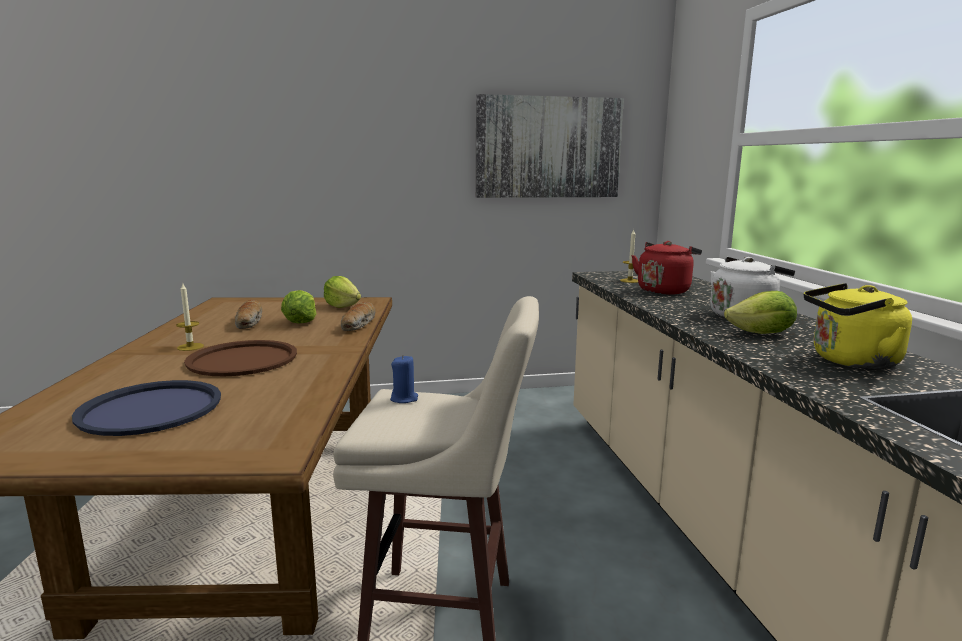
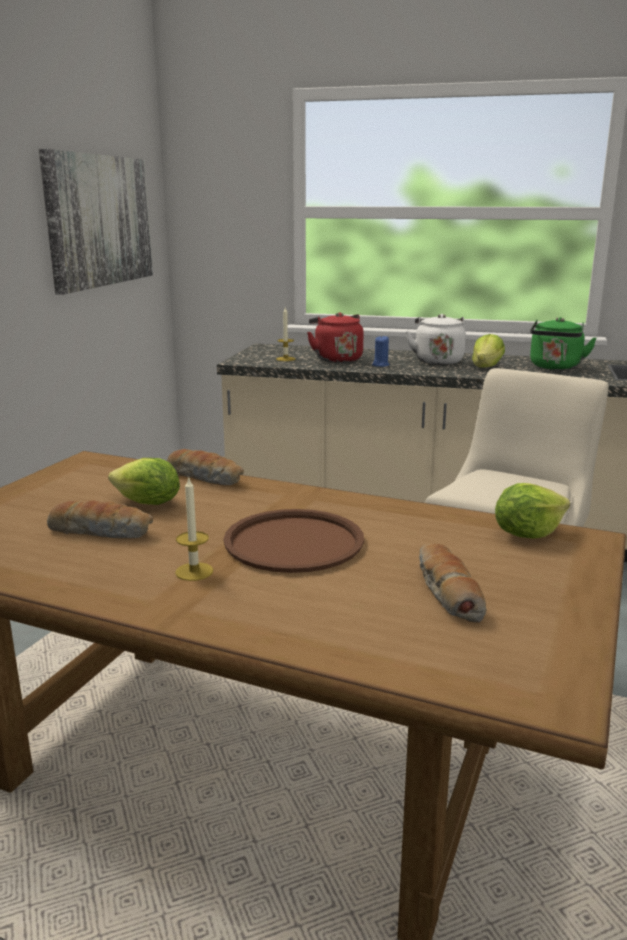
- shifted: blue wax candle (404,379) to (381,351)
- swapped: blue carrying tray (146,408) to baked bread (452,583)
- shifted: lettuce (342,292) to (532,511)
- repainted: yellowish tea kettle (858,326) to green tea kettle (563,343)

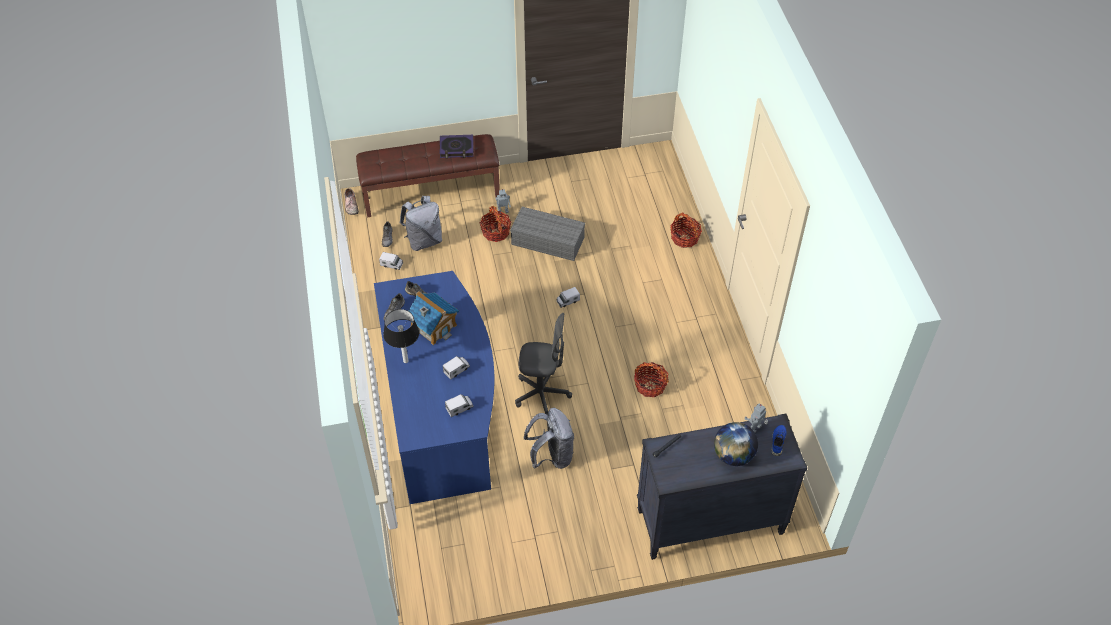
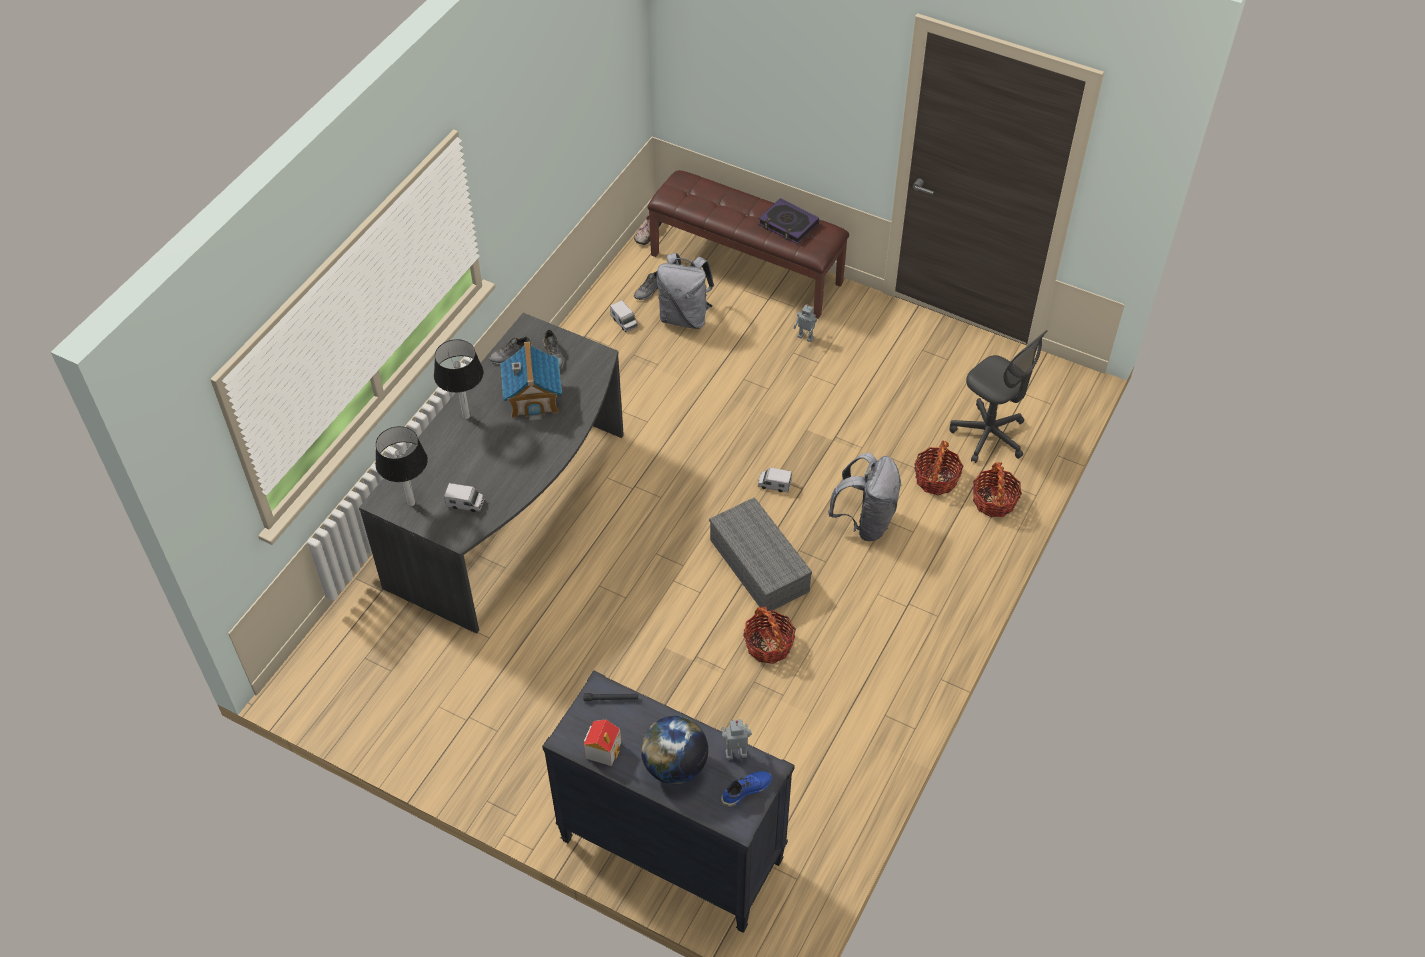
- repainted: blue desk unit (434,387) to gray desk unit (491,473)
- new: table lamp (401,466)
- new: model house (602,742)
- shifted: gray storage box (547,234) to (760,554)
- shifted: gray knapsack (549,438) to (865,497)
- shifted: storage basket (495,224) to (938,468)
- shifted: gray computer chair (543,363) to (998,396)
- gone: model truck (456,368)

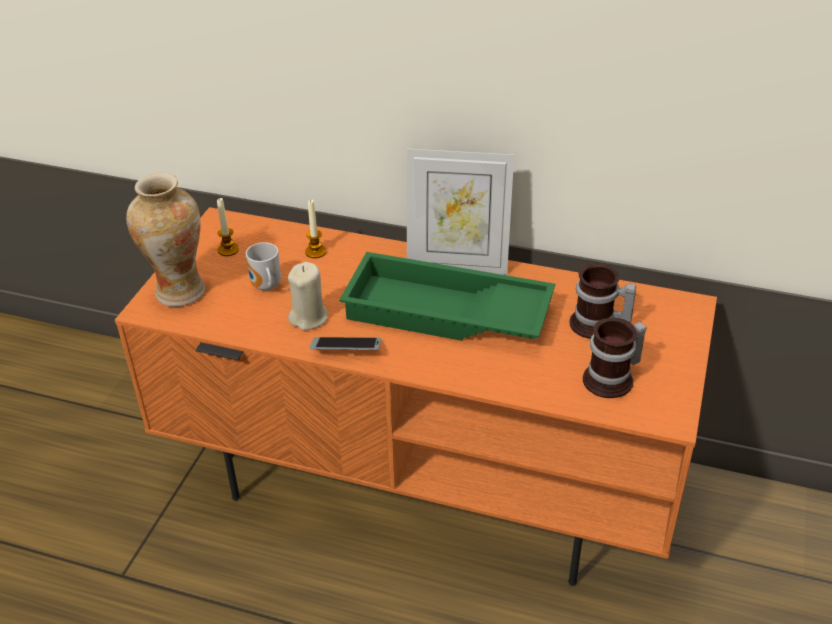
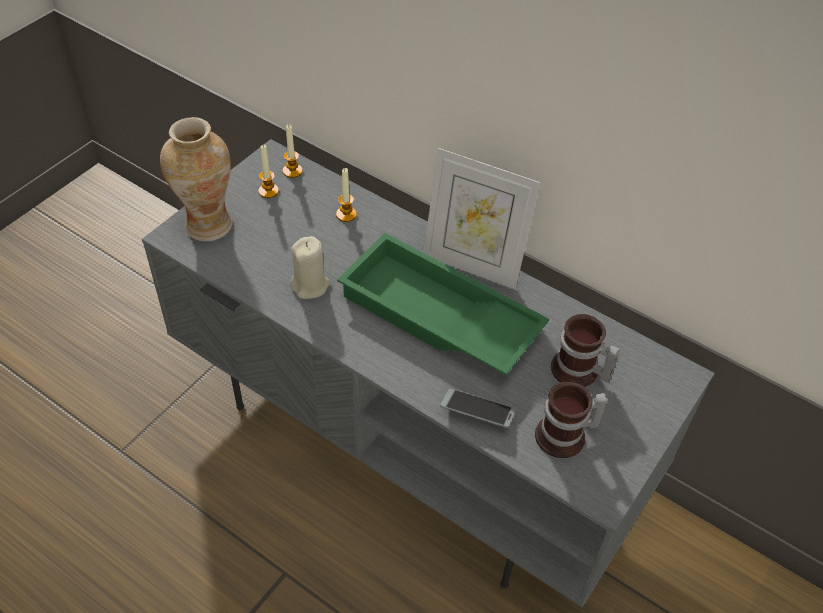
- repainted: orange-coloured media console (416,396) to gray media console (428,373)
- new: wax candle (293,151)
- shifted: phone (345,343) to (478,408)
- gone: coffee mug (263,266)

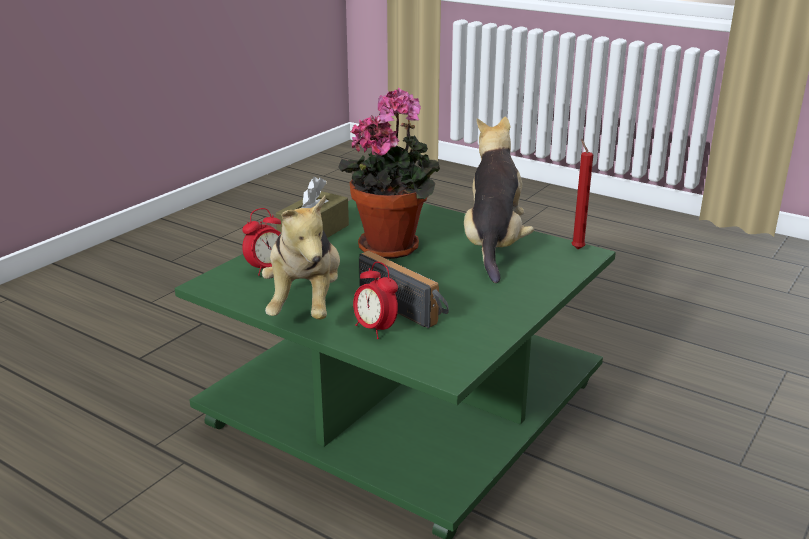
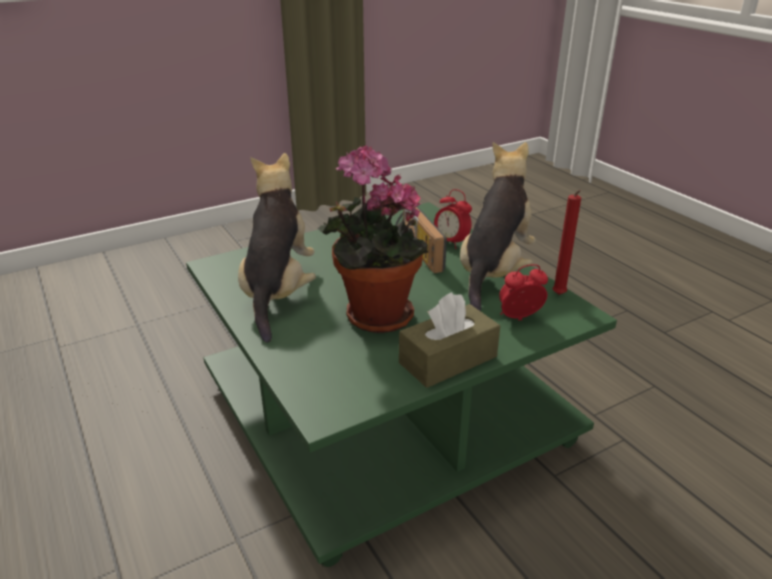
- rotated: plush toy (499,199) = (277,248) 150 degrees clockwise
- rotated: alarm clock (375,300) = (453,219) 150 degrees clockwise
- shifted: reddish wax candle (582,194) to (566,242)

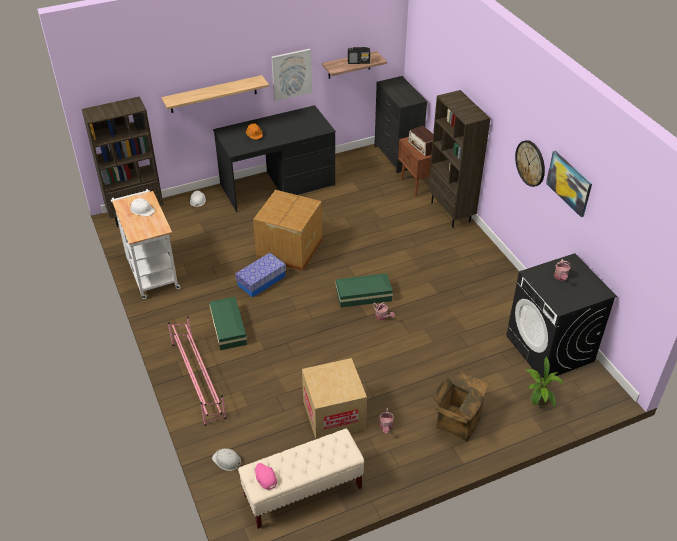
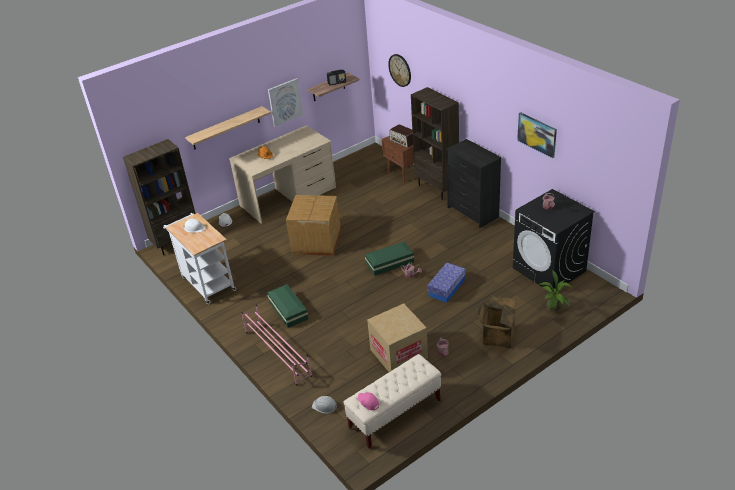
- repainted: blackish desk unit (274,158) to beige desk unit (282,174)
- shifted: hanging clock (530,163) to (399,70)
- shifted: storage box (260,275) to (446,282)
- shifted: blackish drawer chest (400,124) to (474,183)

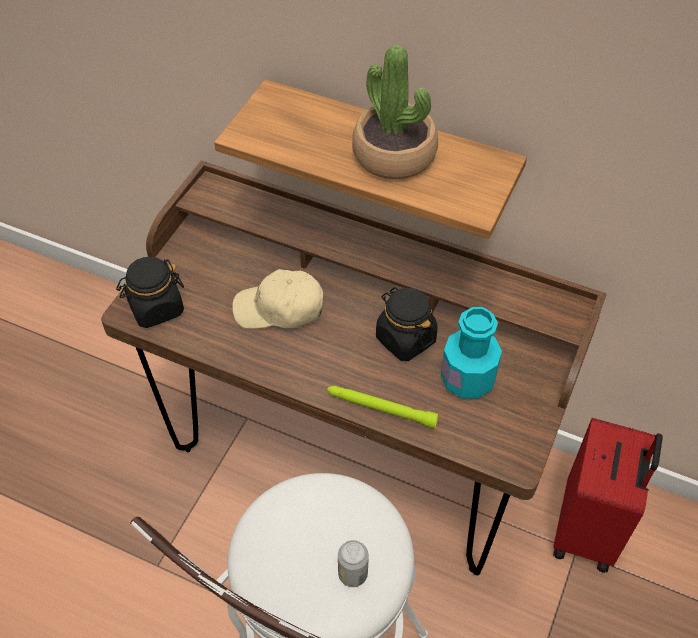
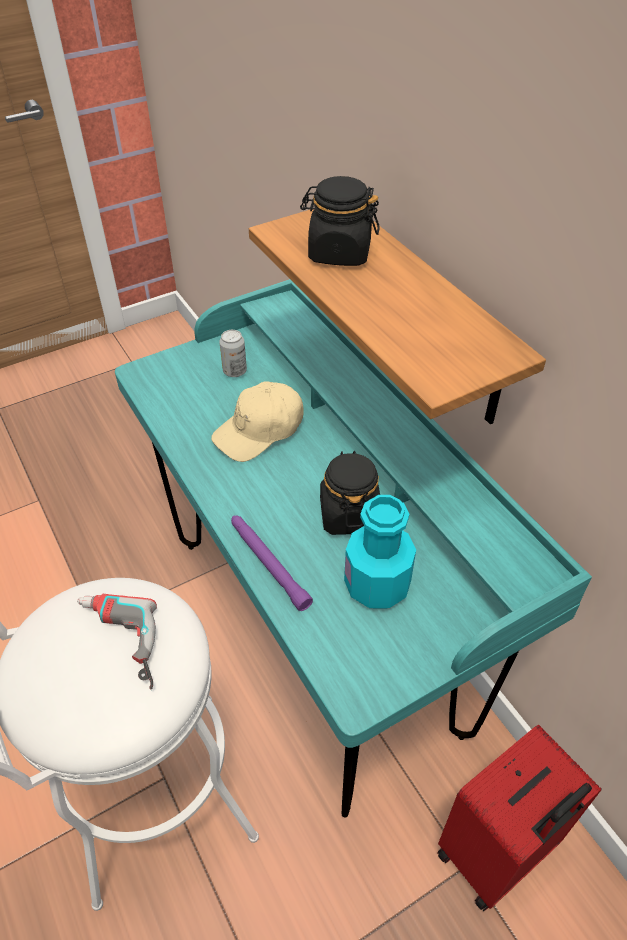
- new: power drill (117,642)
- repainted: brown-coloured desk unit (354,367) to blue-green desk unit (353,548)
- rotated: beige peaked cap (277,299) = (257,421) 75 degrees counterclockwise
- shifted: sealed can (353,563) to (233,353)
- repainted: green hand torch (383,407) to purple hand torch (272,563)
- shifted: blackish preserve jar (150,292) to (340,221)
- gone: plant in a pot (395,112)

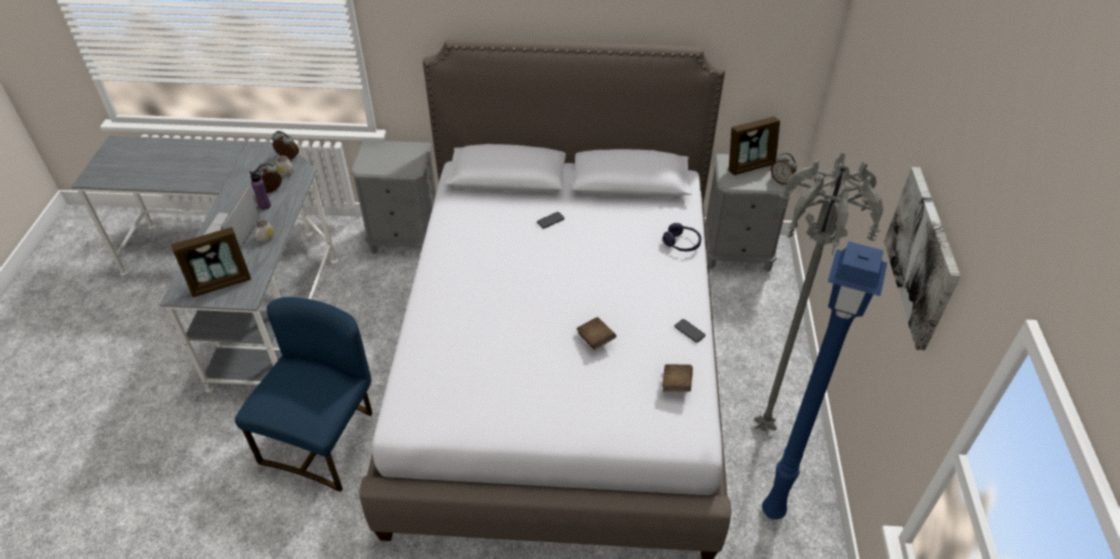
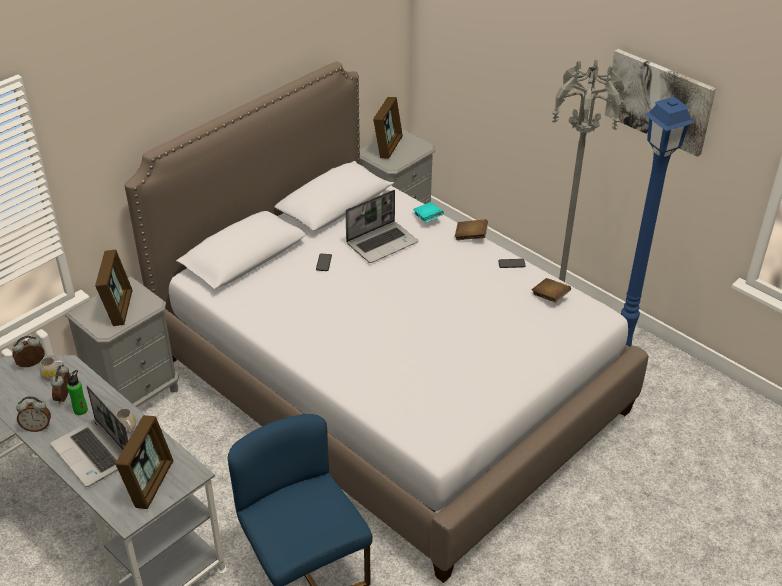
- shifted: alarm clock (784,169) to (33,414)
- repainted: purple drink bottle (260,190) to green drink bottle (77,392)
- new: photo frame (114,287)
- new: notebook computer (381,226)
- swapped: purple headphones (682,237) to blue-green bound book (428,212)
- shifted: brown-coloured bound book (596,333) to (471,229)

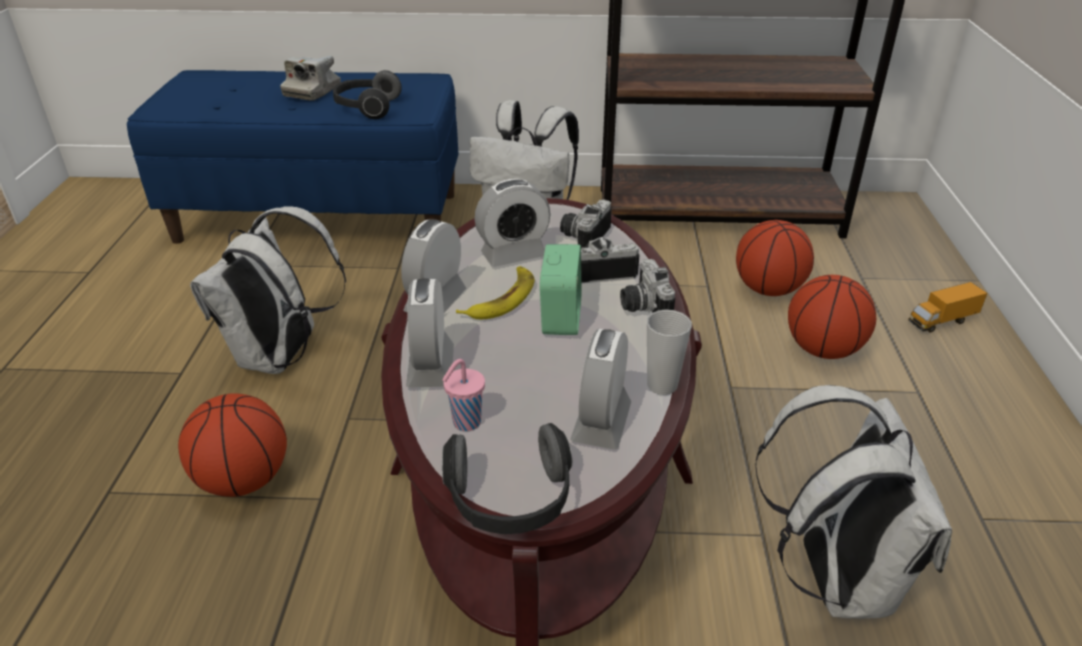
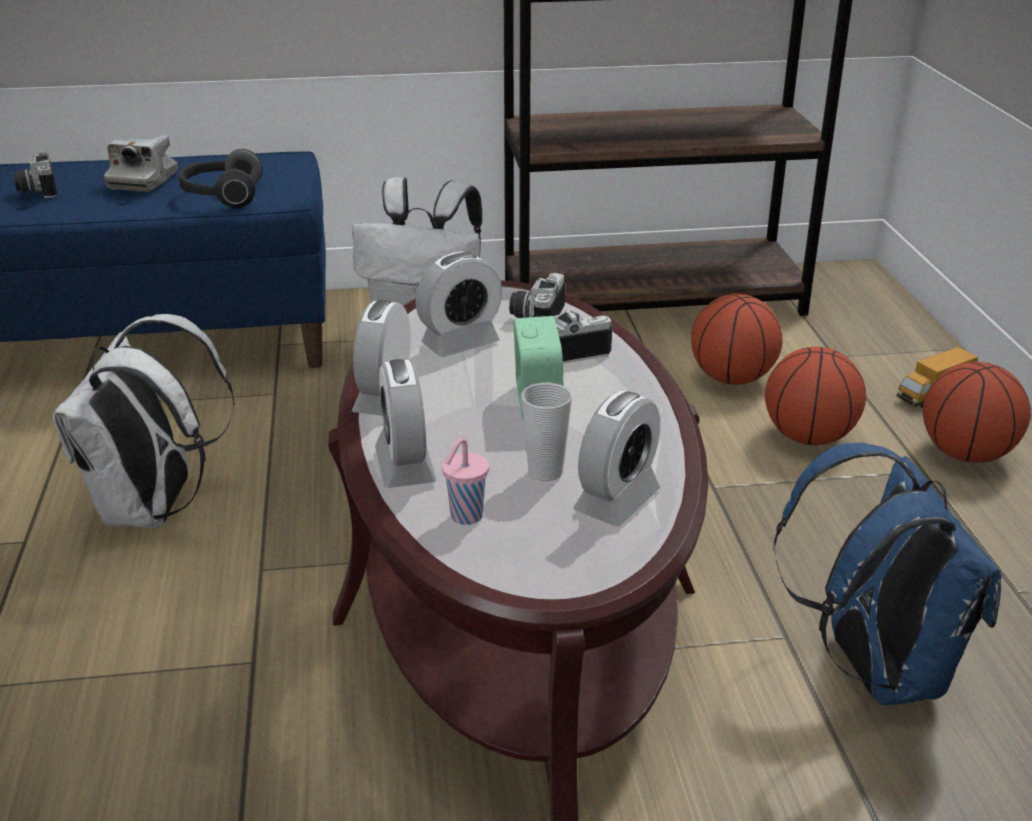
- shifted: still camera (647,286) to (35,175)
- shifted: cup (669,352) to (546,432)
- rotated: alarm clock (600,389) = (616,459) 150 degrees counterclockwise
- repainted: white-coloured knapsack (853,502) to blue knapsack (887,574)
- shifted: basketball (232,445) to (977,412)
- gone: headphones (507,478)
- gone: banana (495,292)

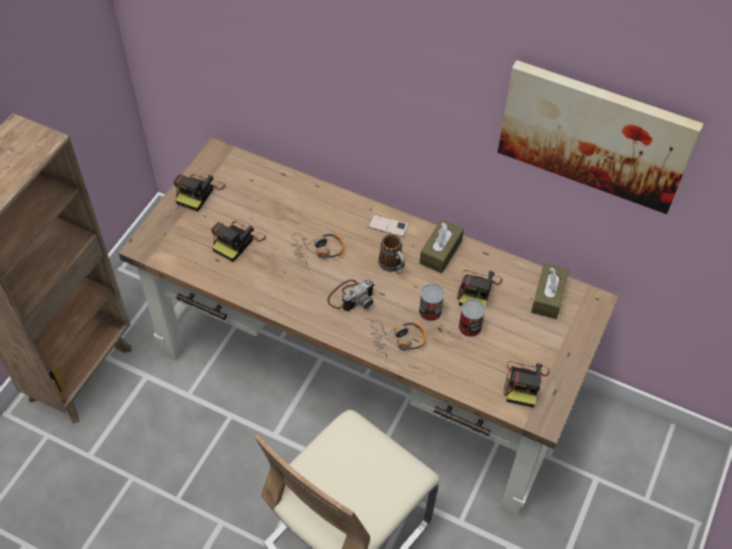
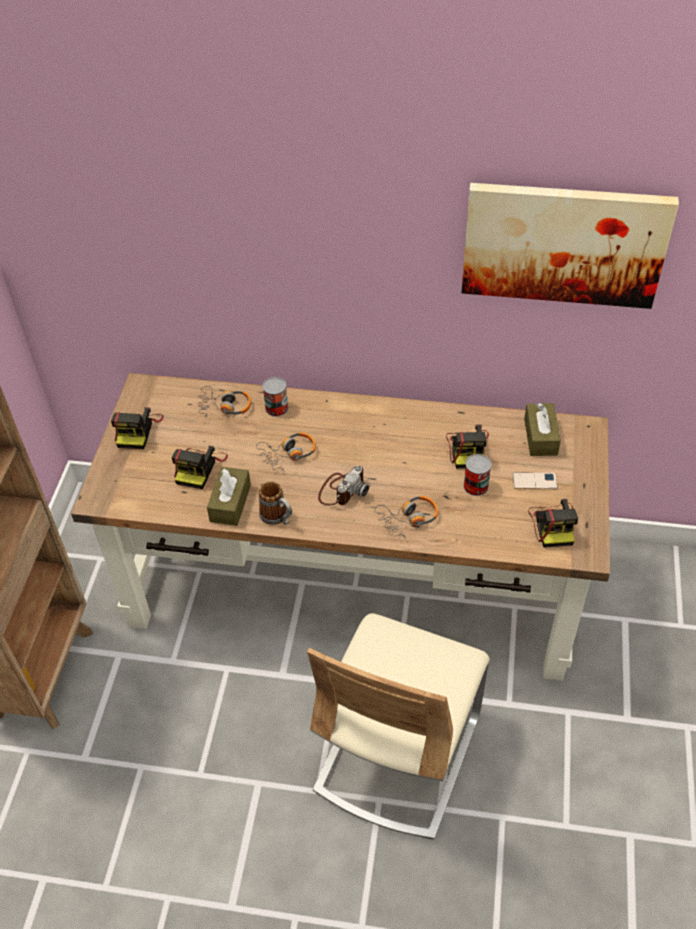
- new: headphones (224,402)
- shifted: brown-coloured tissue box (442,246) to (229,496)
- shifted: coffee mug (391,254) to (275,503)
- shifted: sealed can (431,302) to (275,397)
- shifted: phone (388,225) to (535,480)

